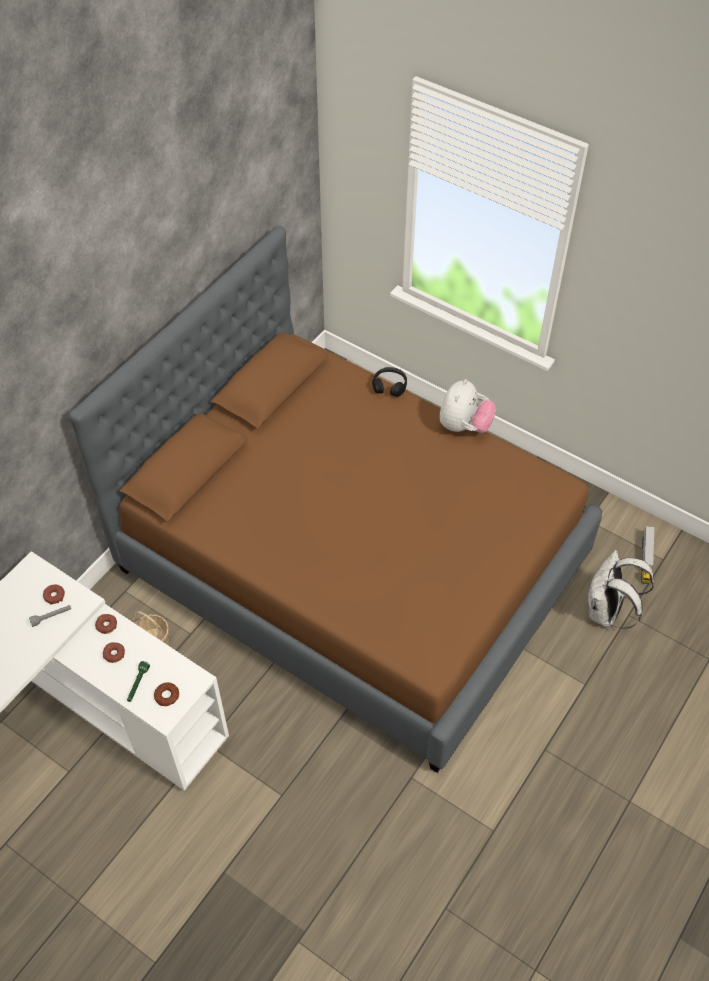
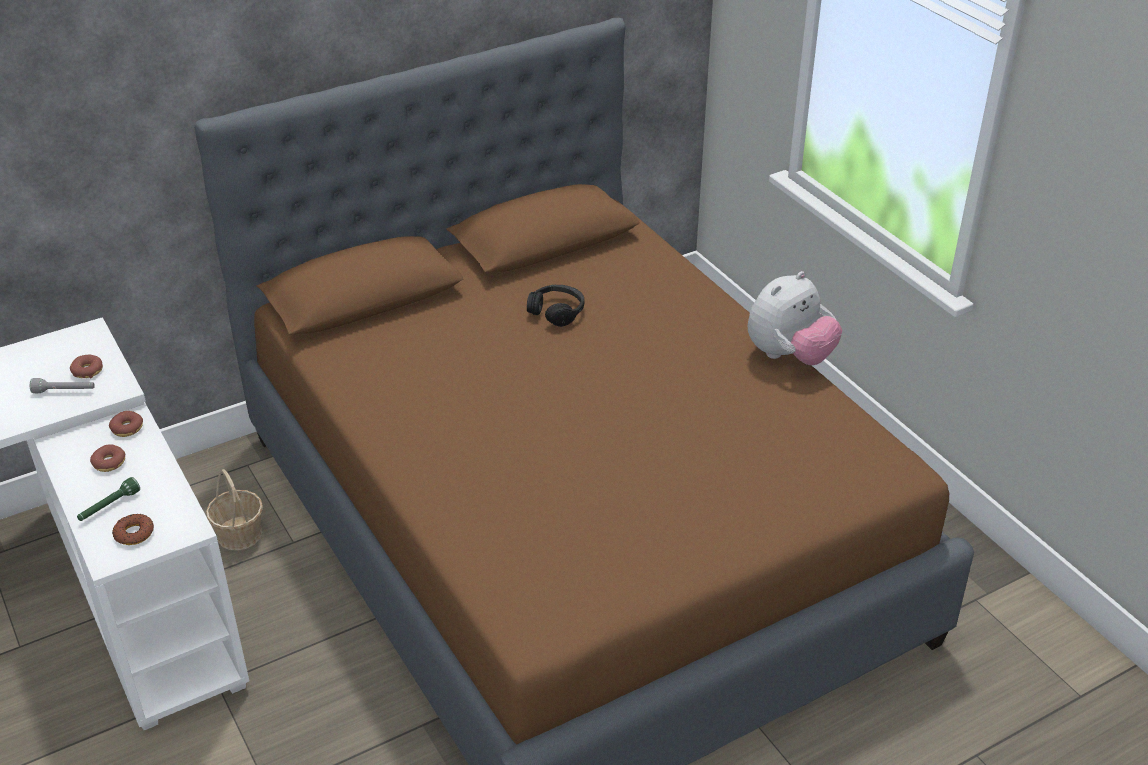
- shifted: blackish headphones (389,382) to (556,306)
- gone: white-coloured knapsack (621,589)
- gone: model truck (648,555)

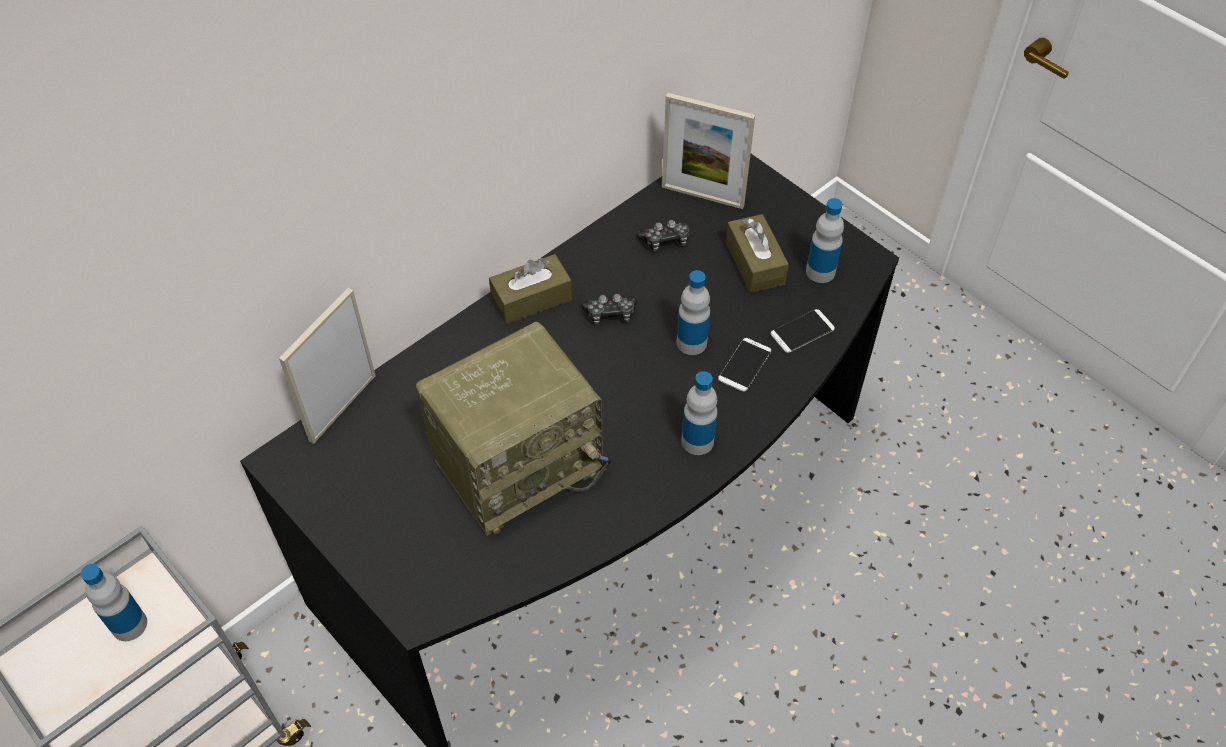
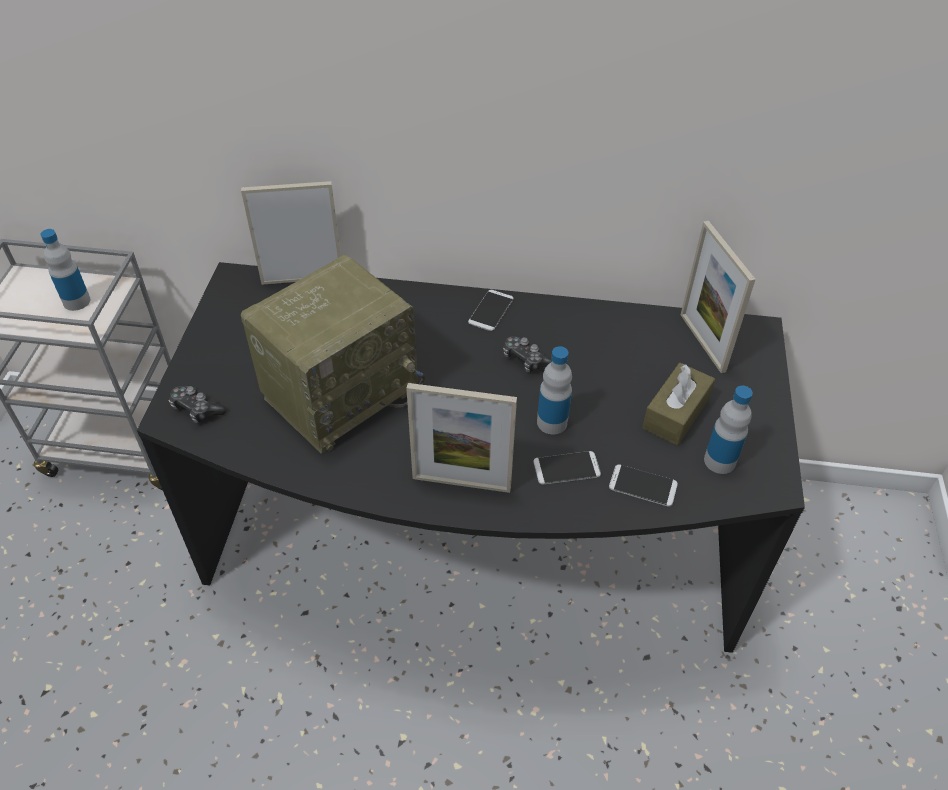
- shifted: game controller (663,235) to (197,404)
- rotated: radio (513,429) = (333,354) 60 degrees counterclockwise
- swapped: drink bottle (699,413) to photo frame (461,438)
- swapped: brown-coloured tissue box (530,289) to phone (491,310)

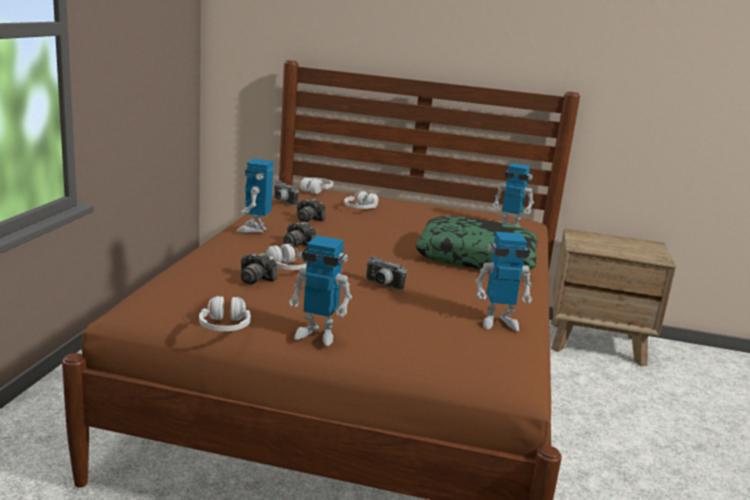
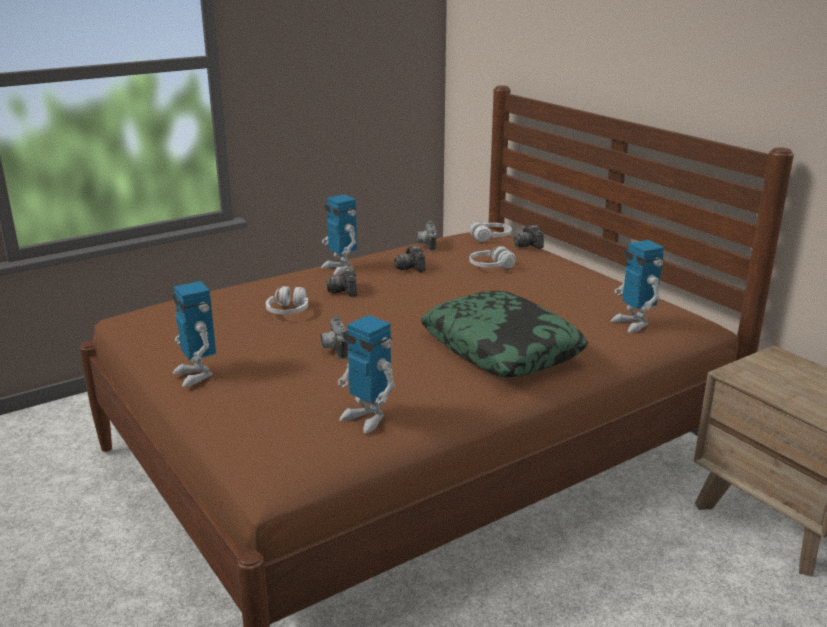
- rotated: model robot (255,196) = (339,234) 90 degrees counterclockwise
- shifted: still camera (258,268) to (529,237)
- gone: white-coloured headphones (225,313)

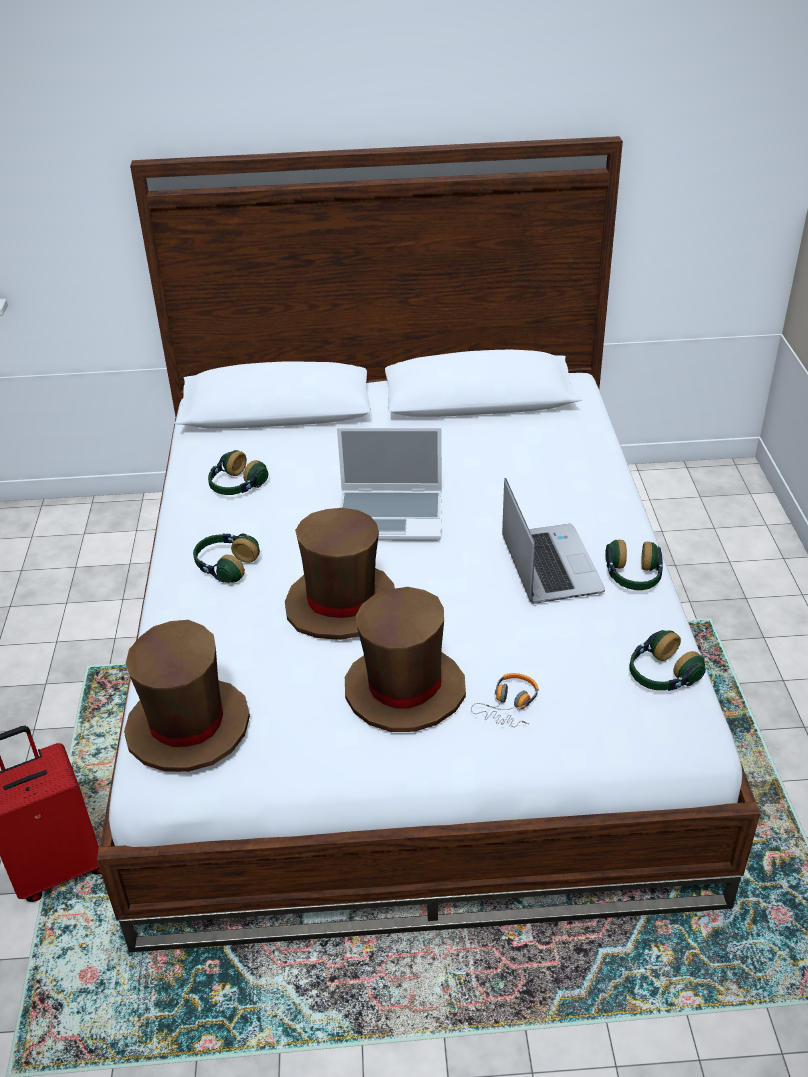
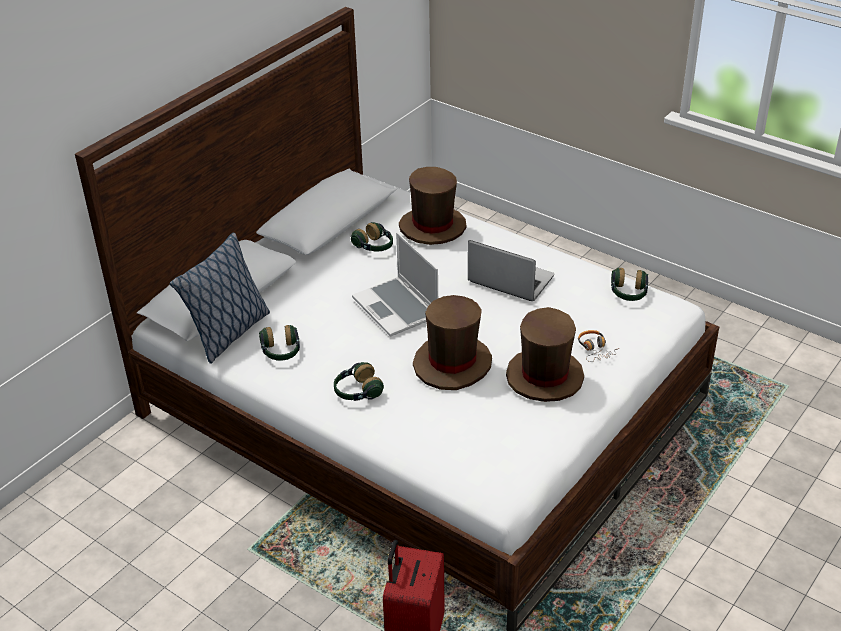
- new: throw pillow (219,298)
- shifted: headphones (634,565) to (372,237)
- rotated: notebook computer (389,484) = (395,284) 105 degrees clockwise
- shifted: brown-coloured wearable hat (187,696) to (432,206)

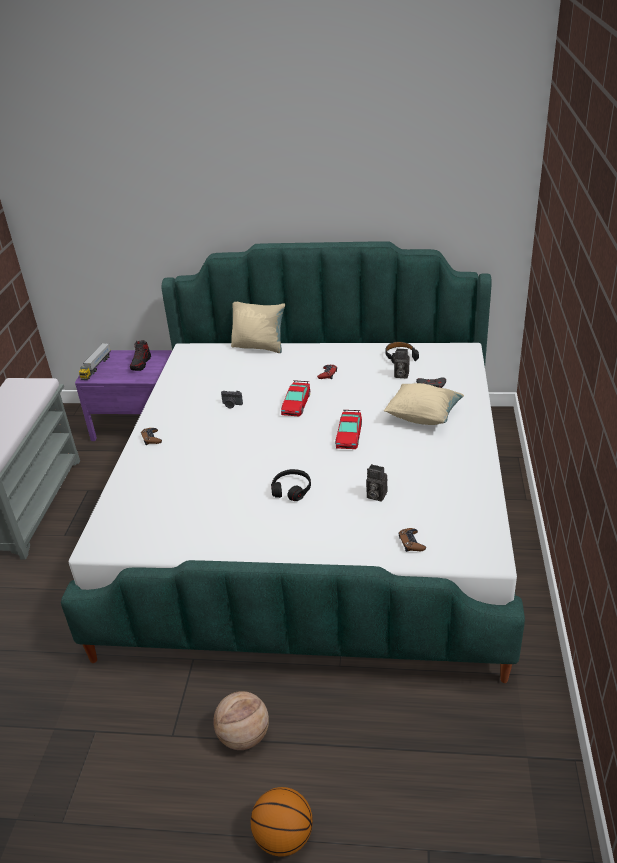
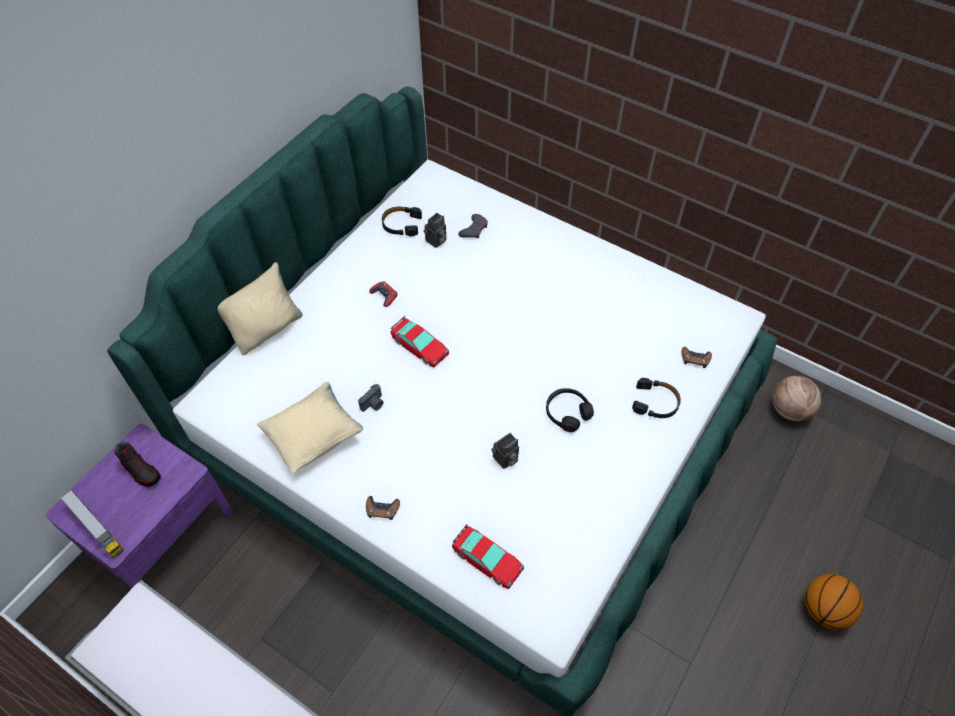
- shifted: beige throw pillow (424,404) to (310,427)
- shifted: toy car (348,429) to (488,556)
- shifted: still camera (376,483) to (505,451)
- new: blackish headphones (656,398)
- shifted: basketball (241,720) to (796,398)

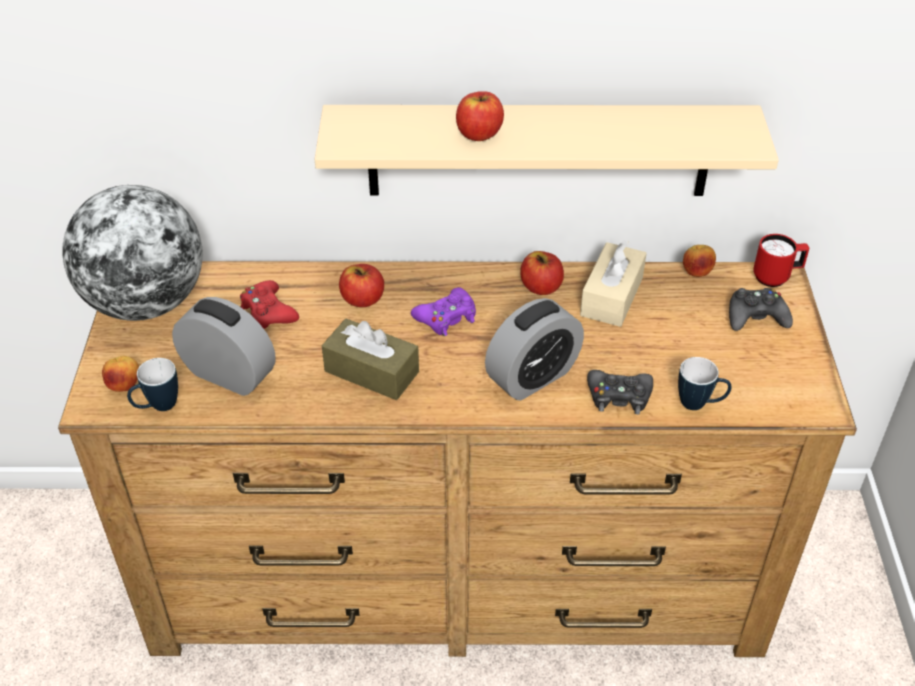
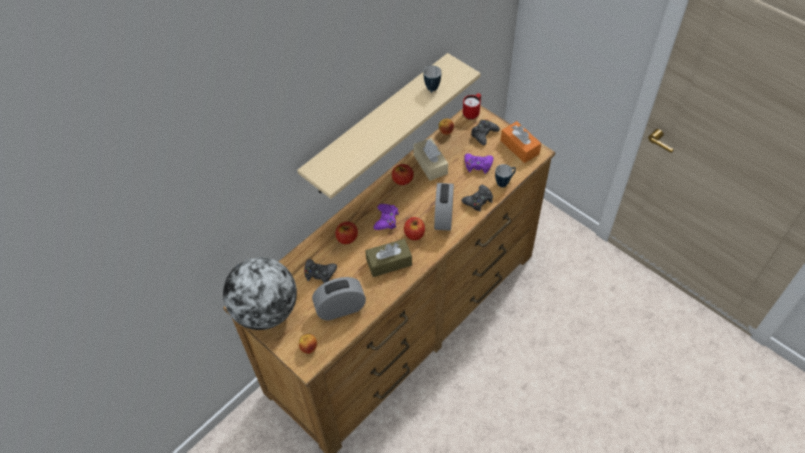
- repainted: reddish game controller (269,304) to blackish game controller (320,271)
- shifted: whole apple (480,116) to (414,228)
- shifted: coffee mug (152,384) to (432,79)
- new: purple game controller (479,164)
- new: orange-coloured tissue box (521,142)

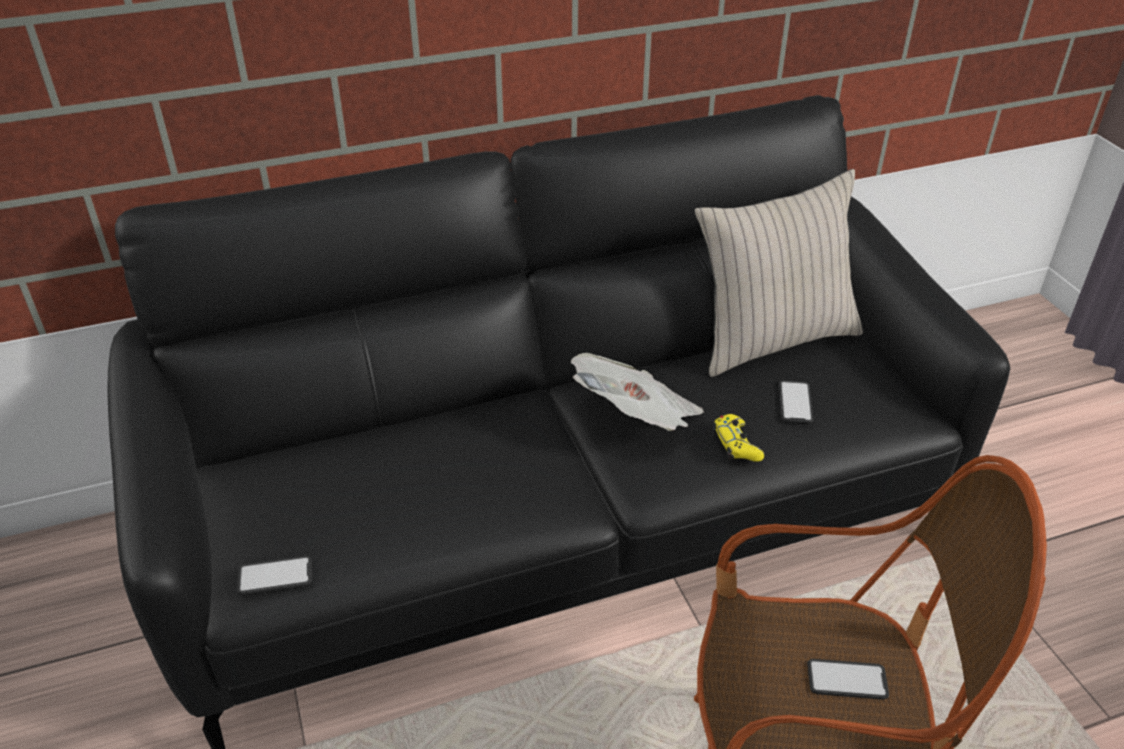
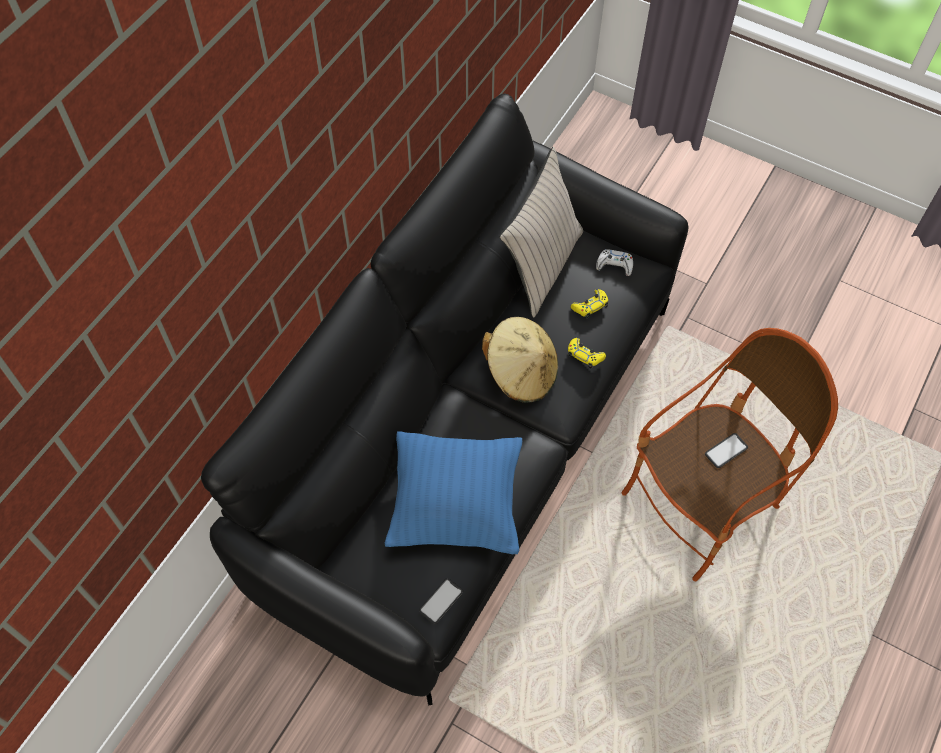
- new: blue throw pillow (453,492)
- swapped: daily paper (637,392) to beige wearable hat (520,360)
- swapped: phone (796,401) to yellowish game controller (589,303)
- new: white-coloured game controller (614,262)

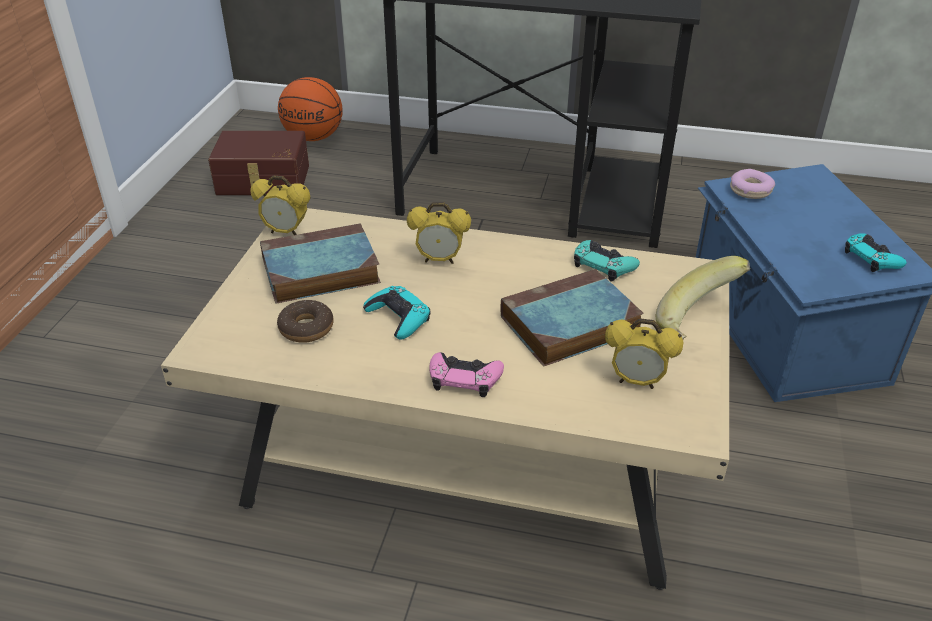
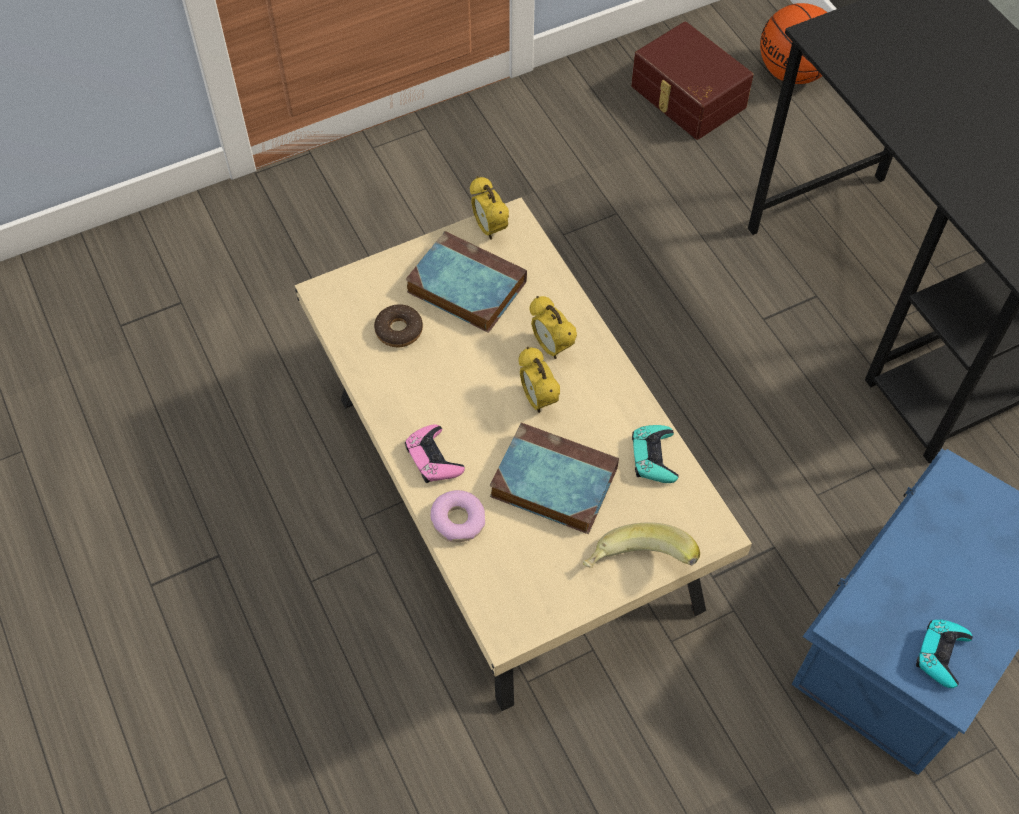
- shifted: ring doughnut (752,184) to (458,516)
- shifted: alarm clock (644,353) to (539,380)
- gone: blue-green game controller (396,313)

